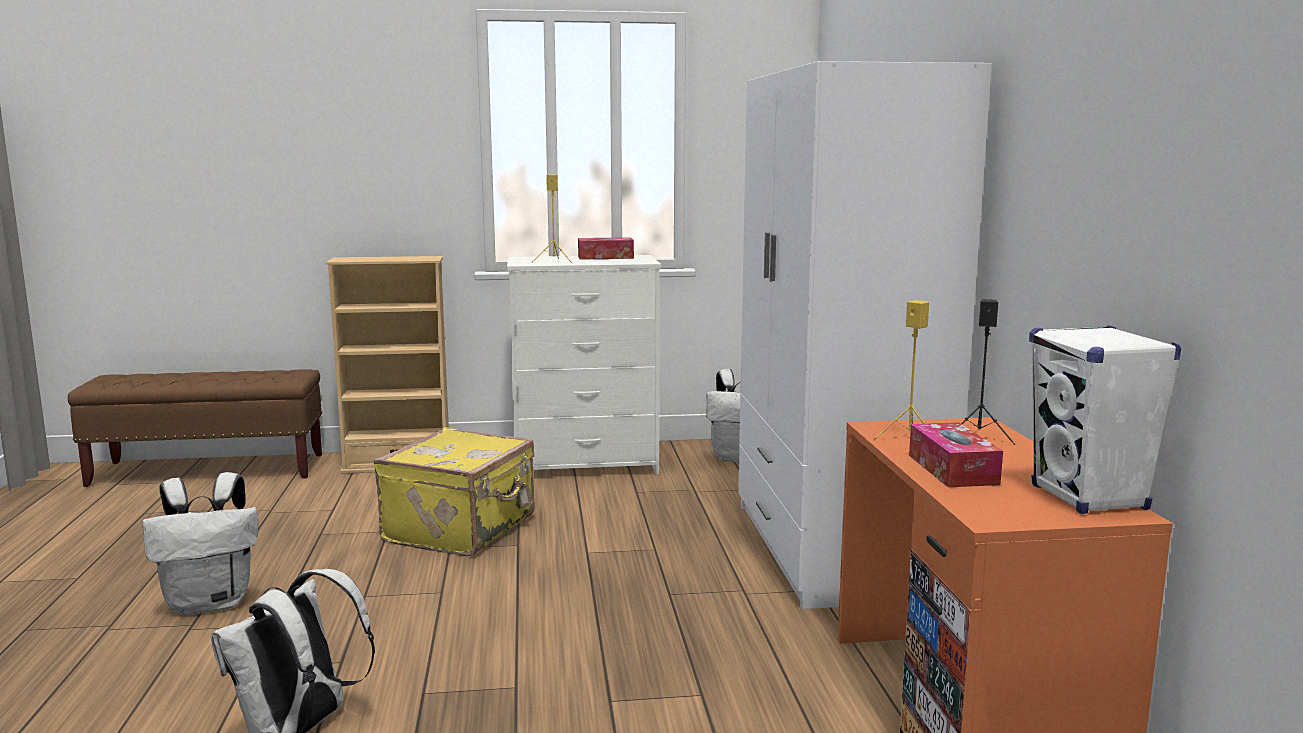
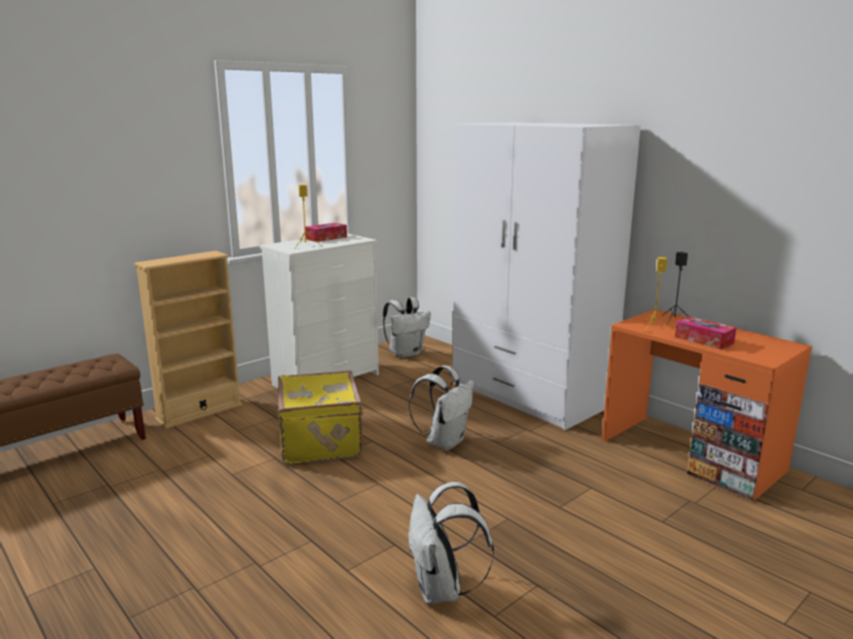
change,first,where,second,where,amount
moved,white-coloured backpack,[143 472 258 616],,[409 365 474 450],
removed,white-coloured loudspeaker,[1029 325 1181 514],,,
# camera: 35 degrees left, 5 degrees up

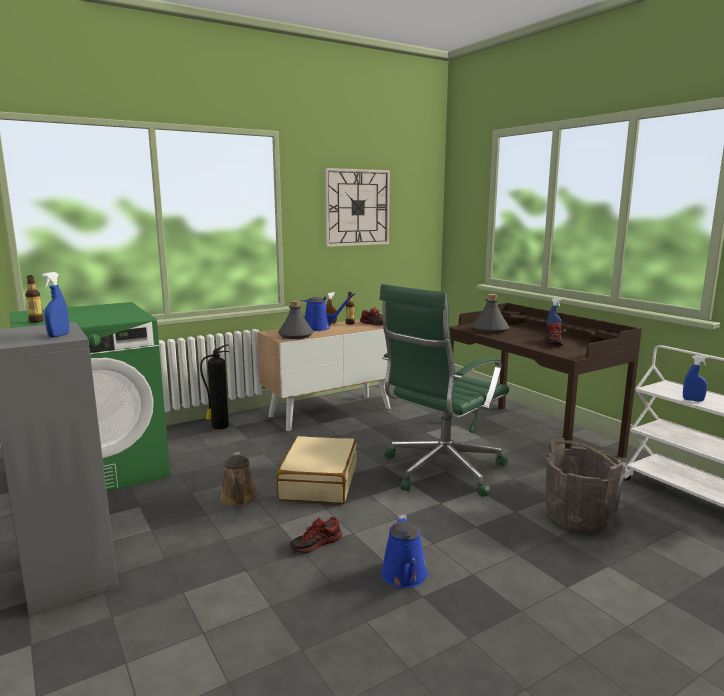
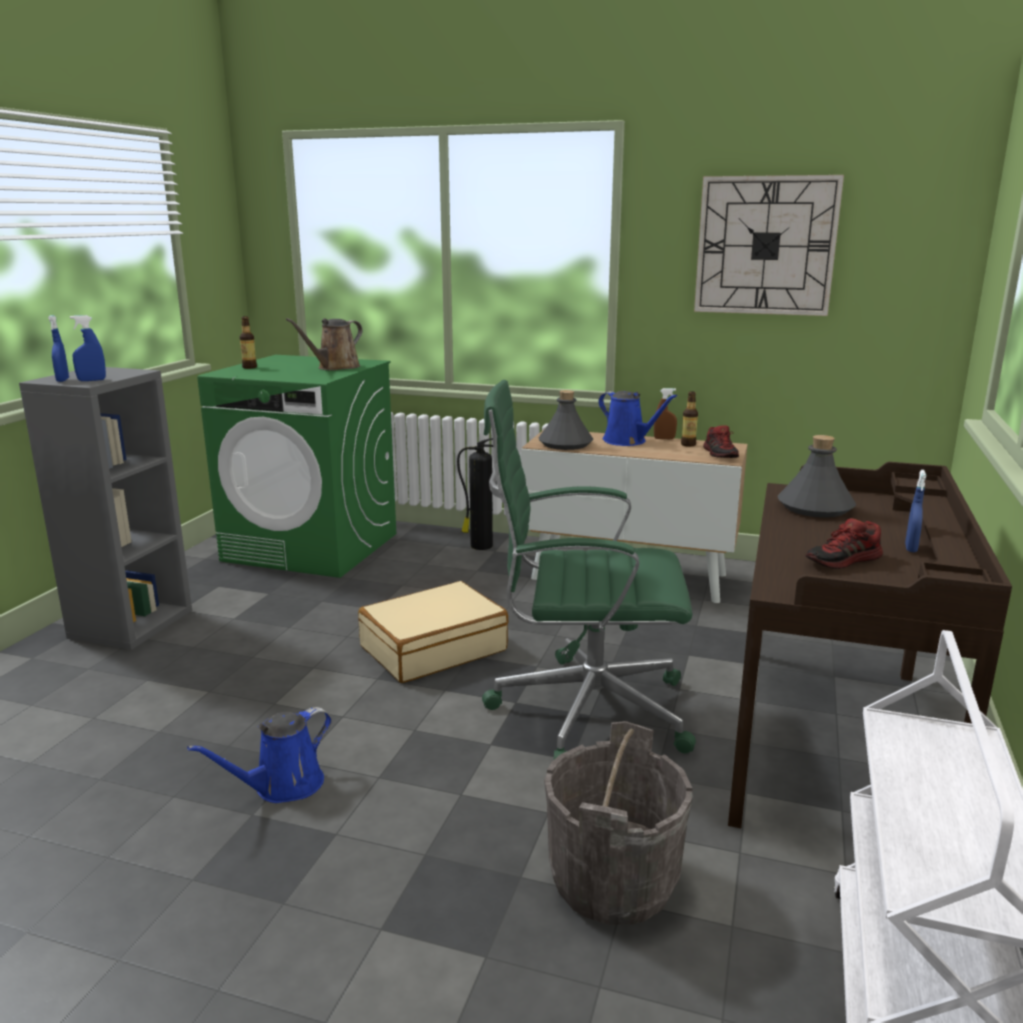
change,first,where,second,where,amount
moved,brown watering pot,[220 452 258 506],,[286 318 363 370],
removed,shoe,[290 517 342 553],,,
moved,blue-coloured sprayer,[683 355 709 401],,[48 315 69 382],
# camera: 50 degrees right, 5 degrees up

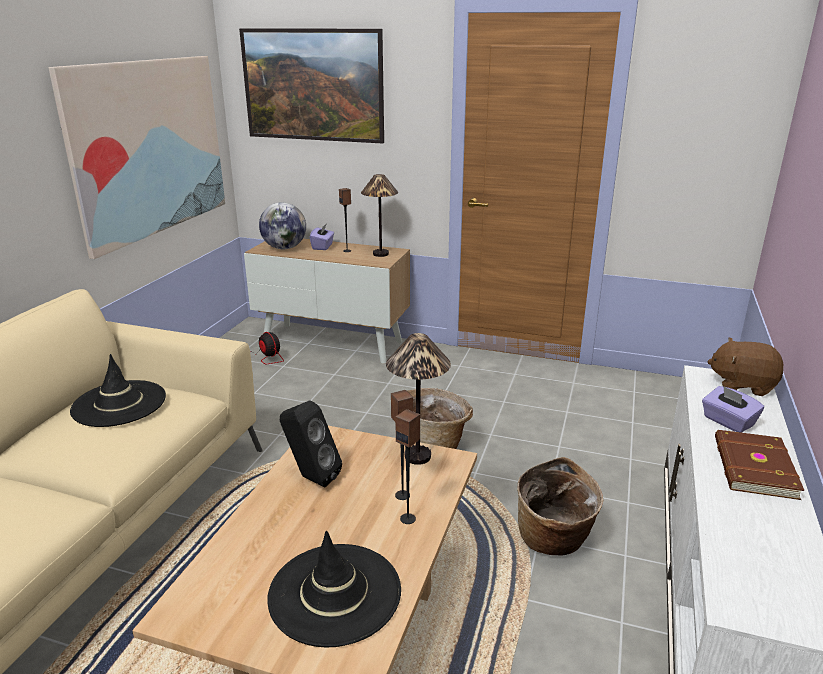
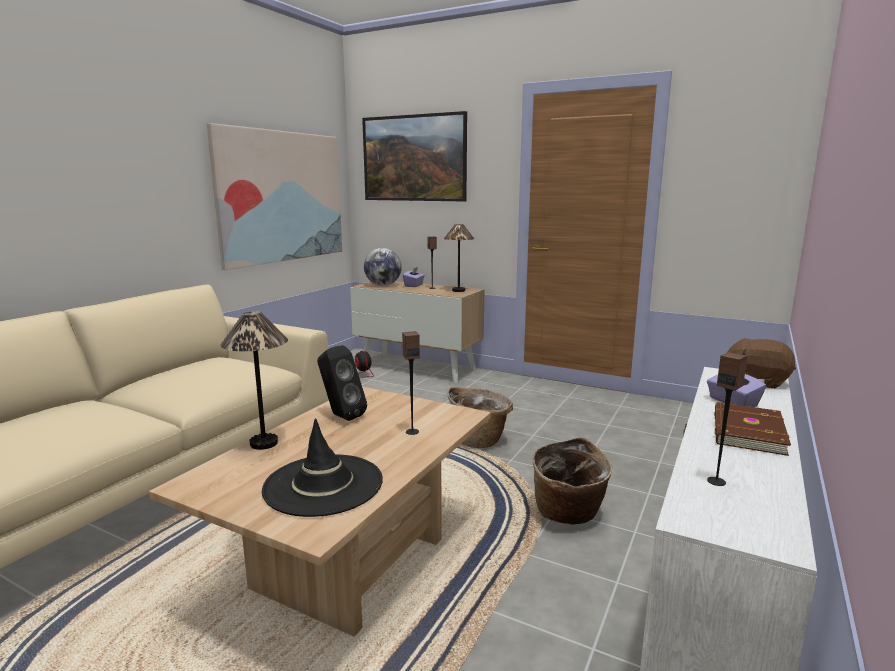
change,first,where,second,where,amount
removed,blackish wearable hat,[70 354 166 427],,,
moved,table lamp,[386 333 451 465],,[220 311 288 450],
moved,loudspeaker,[395 409 420 524],,[707 352 747 486],
# camera: 10 degrees right, 10 degrees down

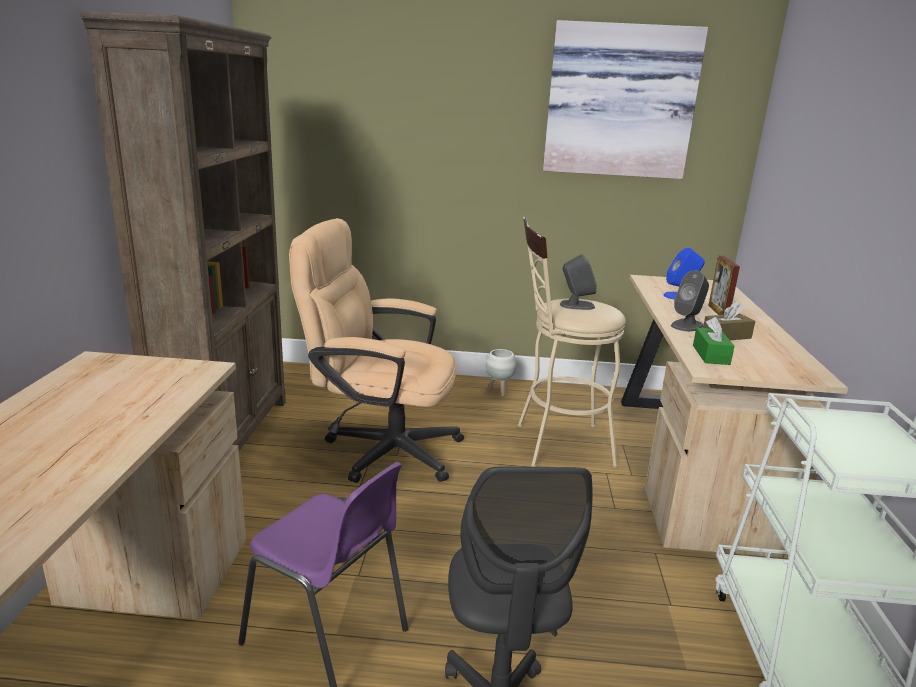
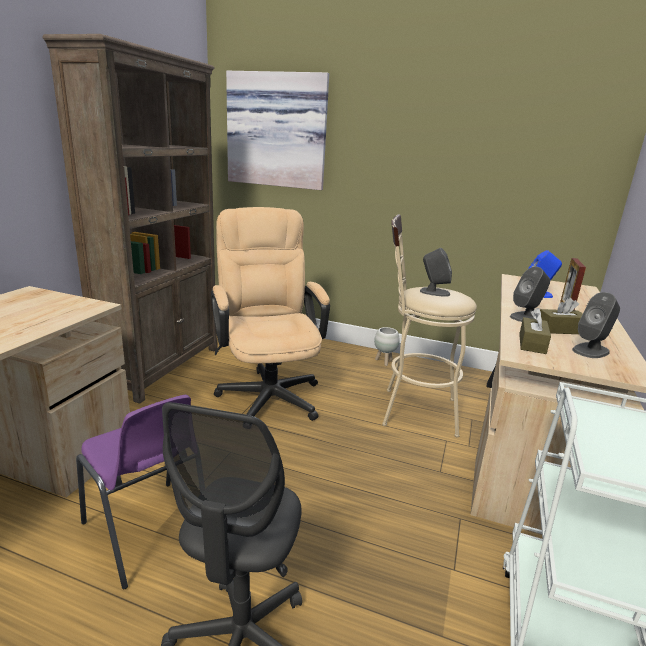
change,first,where,second,where,amount
turned,beige-coloured computer chair,[289 218 464 483],,[211 207 330 421],45 degrees clockwise
moved,wall art,[543 20 708 179],,[226 71 329 190],
recoloured,green tissue holder,[693 317 734 365],brown tissue holder,[519 308 551 354],
added,,,grey loudspeaker,[572 292 620 358],
# camera: 15 degrees right, 0 degrees up

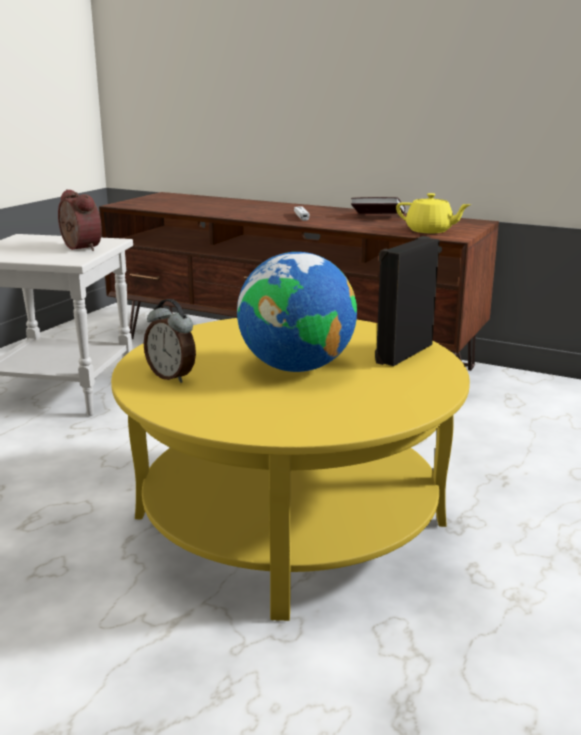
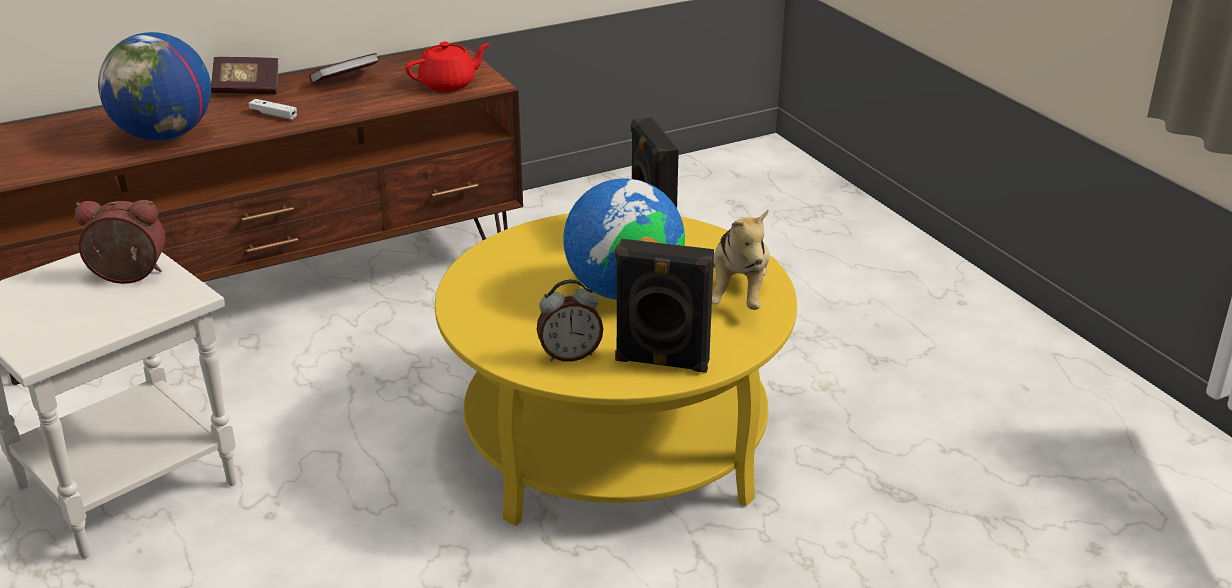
change,first,where,second,where,amount
recoloured,yellow-coloured tea pot,[396 193 471 233],reddish tea pot,[405 42 490 92],
added,,,desk globe,[98 32 211 141],
added,,,volume,[211 57 278 94],
added,,,blackish loudspeaker,[615 239 714 373],
added,,,soft toy,[712 209 770 310],
# camera: 55 degrees left, 10 degrees up

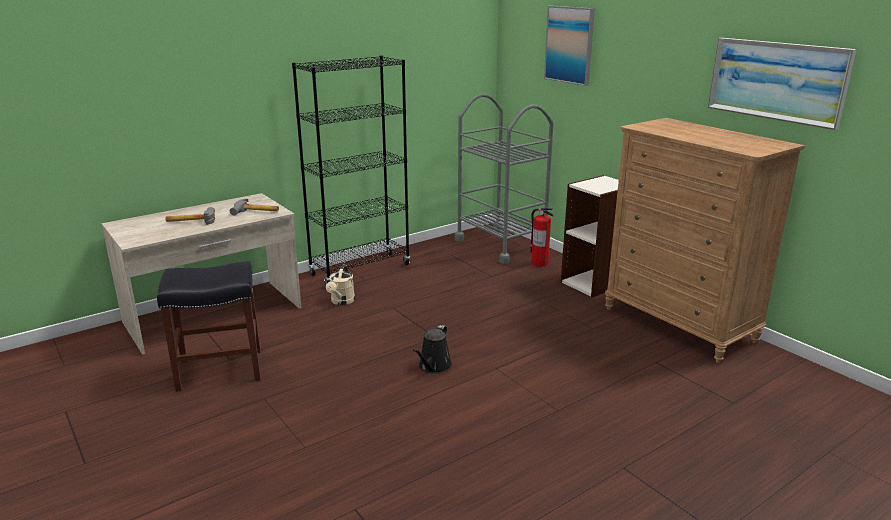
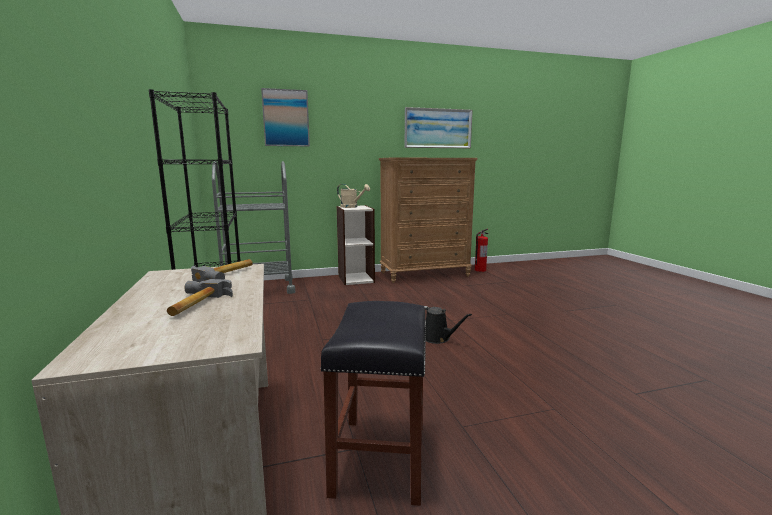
change,first,where,second,where,amount
moved,beige-coloured watering pot,[326 265 355 305],,[337 184 370 208],
moved,extinguisher,[531 208 553 267],,[475 229 488 272],
# camera: 70 degrees left, 10 degrees down

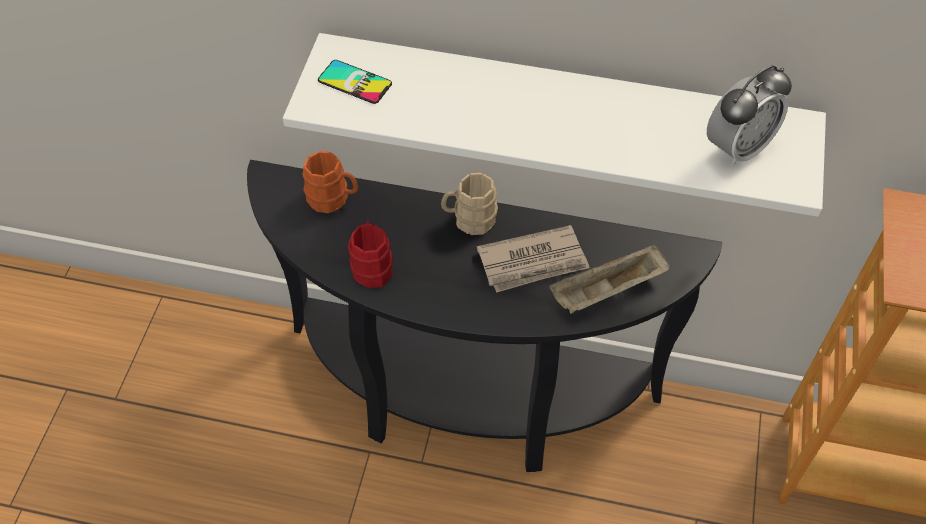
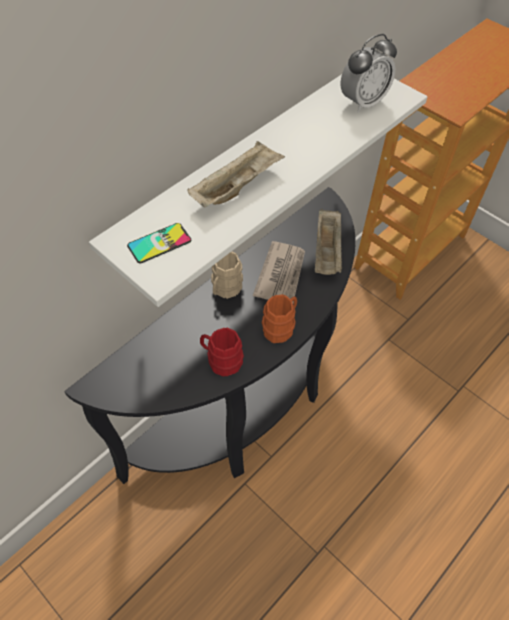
change,first,where,second,where,amount
moved,orangey coffee mug,[302 151 358 213],,[262 294 297 343],
turned,alarm clock,[707 65 792 167],,[341 34 397 113],60 degrees clockwise
added,,,beige-coloured serving tray,[188 141 285 208],
# camera: 60 degrees left, 0 degrees up

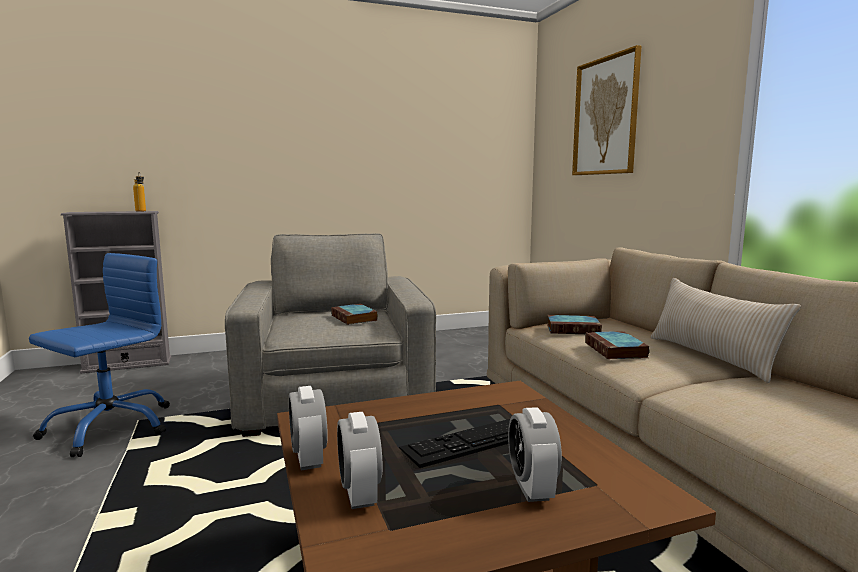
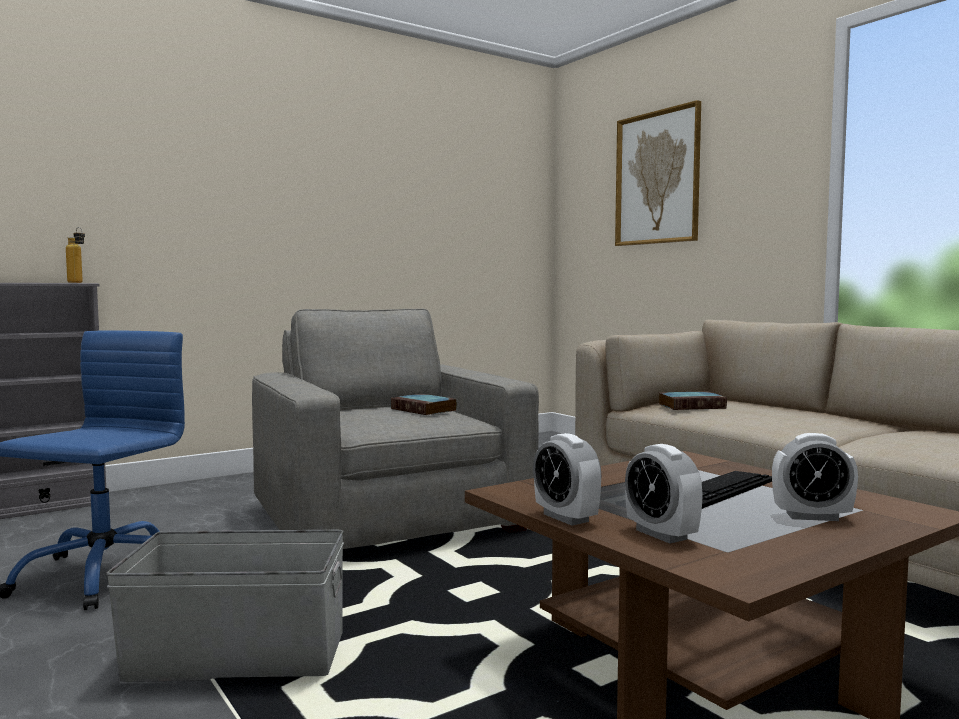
change,first,where,second,where,amount
turned,alarm clock,[508 407 562 502],,[772 433 858 521],60 degrees counterclockwise
removed,volume,[585 331 649 359],,,
removed,beige-coloured pillow,[651 278 801 383],,,
added,,,grey storage box,[106 530 344 682],
# camera: 15 degrees left, 5 degrees down

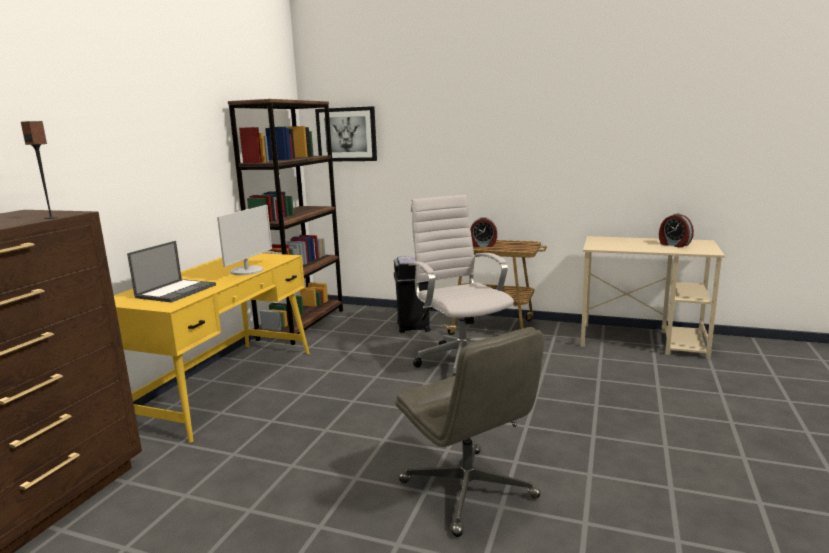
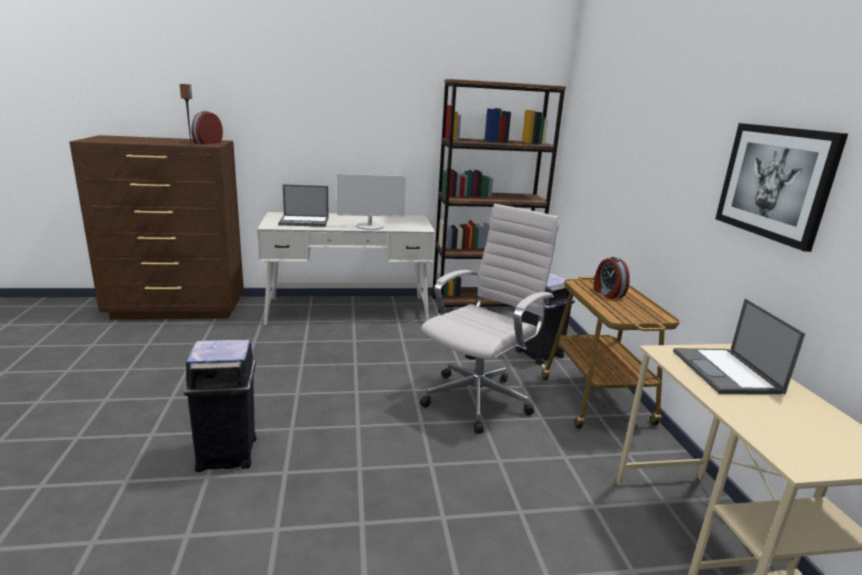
change,first,where,second,where,amount
recoloured,yellow-coloured desk table,[114 253 309 443],white-coloured desk table,[257 212 436 325],
moved,wall art,[315 106 377 161],,[715 123 848 252],
replaced,grey computer chair,[395 327 544 537],blackish trash can,[184 340 257 472],
moved,alarm clock,[659 214 694 248],,[191 111 223 144],
added,,,notebook computer,[673 299 805 394],
# camera: 60 degrees right, 5 degrees up

